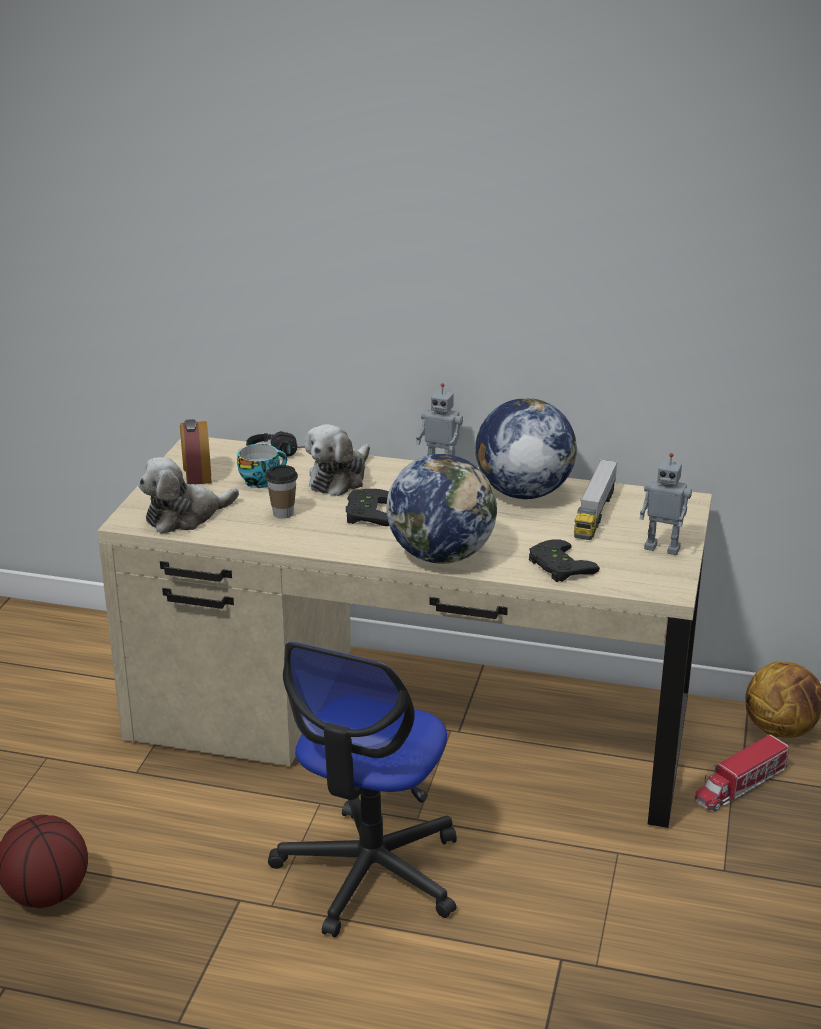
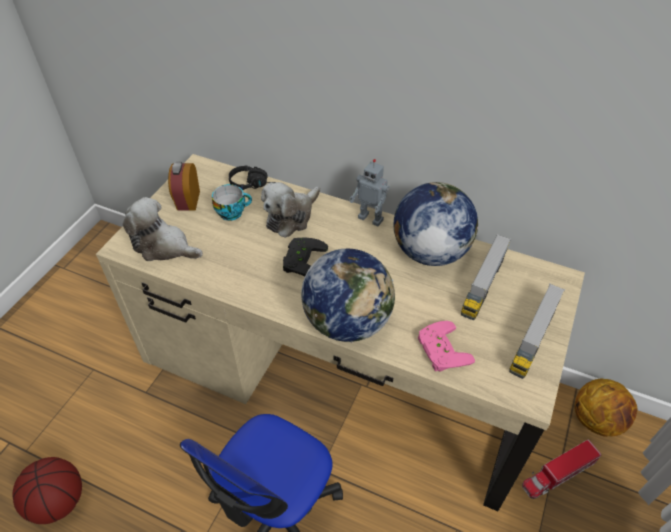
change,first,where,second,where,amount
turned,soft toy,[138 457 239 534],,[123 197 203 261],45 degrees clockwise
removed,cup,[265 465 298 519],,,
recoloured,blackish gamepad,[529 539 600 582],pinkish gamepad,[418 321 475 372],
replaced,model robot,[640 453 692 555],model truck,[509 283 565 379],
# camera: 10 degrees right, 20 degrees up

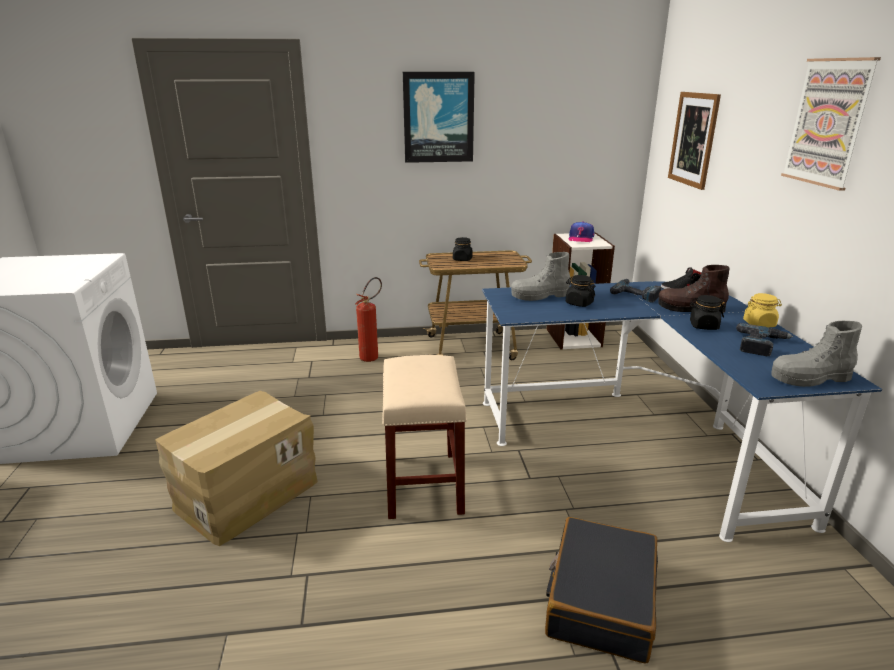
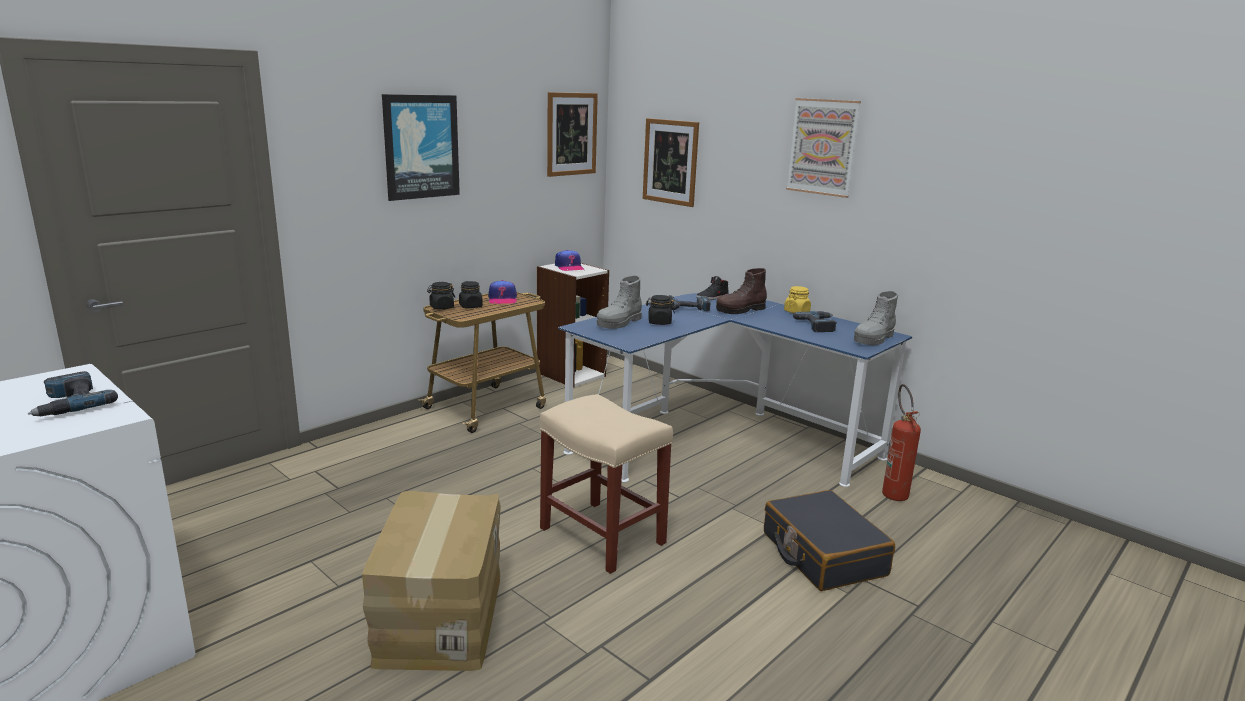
change,first,where,second,where,amount
moved,extinguisher,[355 277 382 362],,[882 384 921 501],
moved,blackish storage jar,[690 295 725 330],,[427 282 455 309],
added,,,drill,[28 371 118 416],
added,,,peaked cap,[488 280 517 304],
added,,,wall art,[547 92 598 177],
# camera: 40 degrees left, 5 degrees down

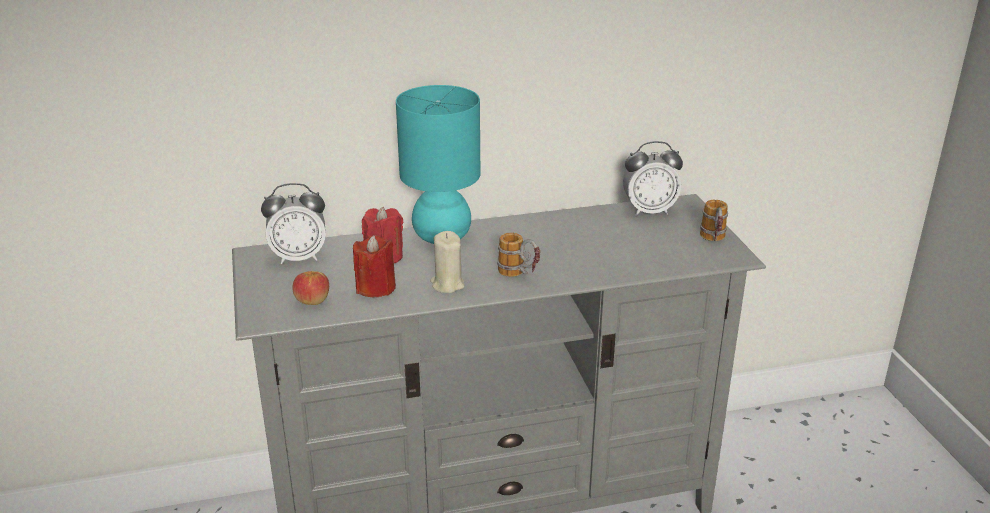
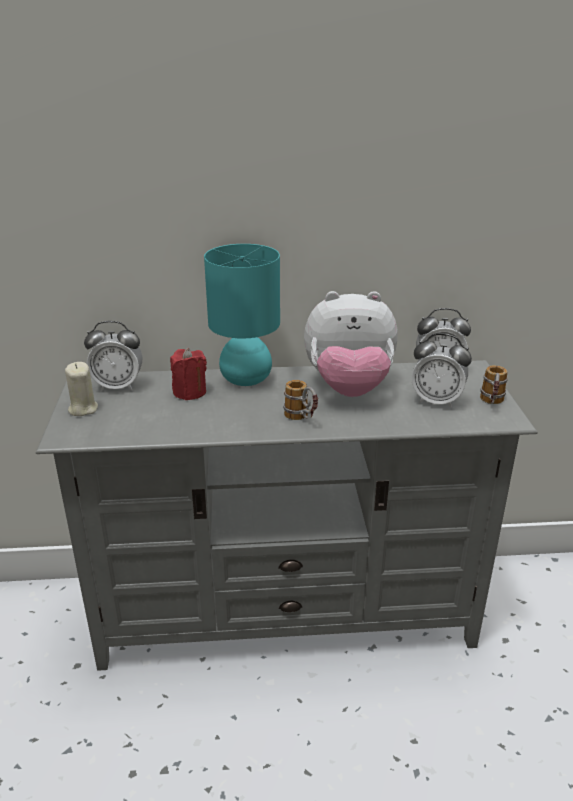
change,first,where,second,where,amount
removed,whole apple,[292 271 329 305],,,
removed,reddish candle,[353 235 396 297],,,
moved,beige-coloured candle,[430 231 465 293],,[65 362 98 416],
added,,,soft toy,[304 291 398 397],
added,,,alarm clock,[412 333 472 408],
# camera: 10 degrees right, 0 degrees up

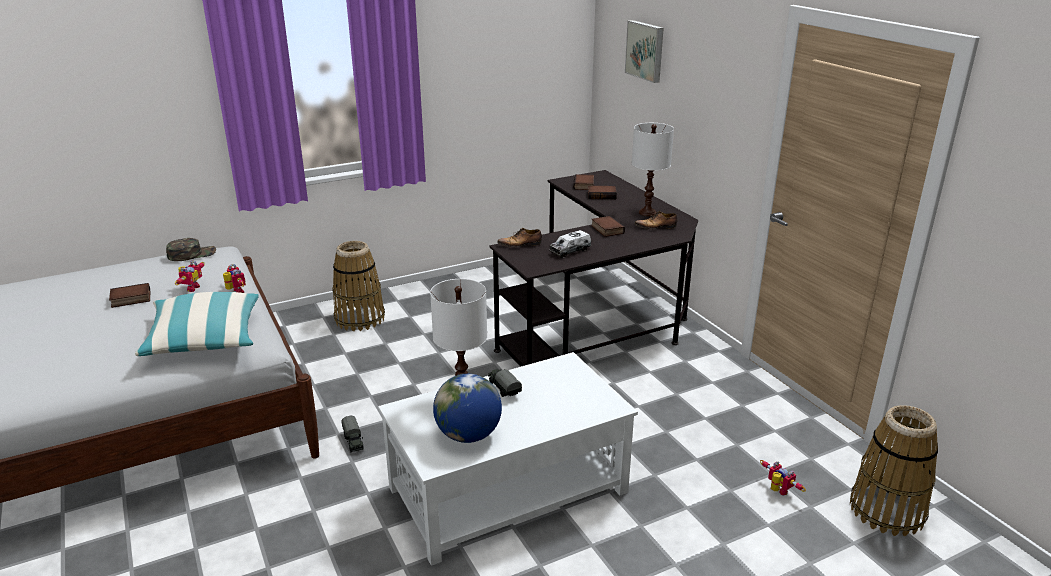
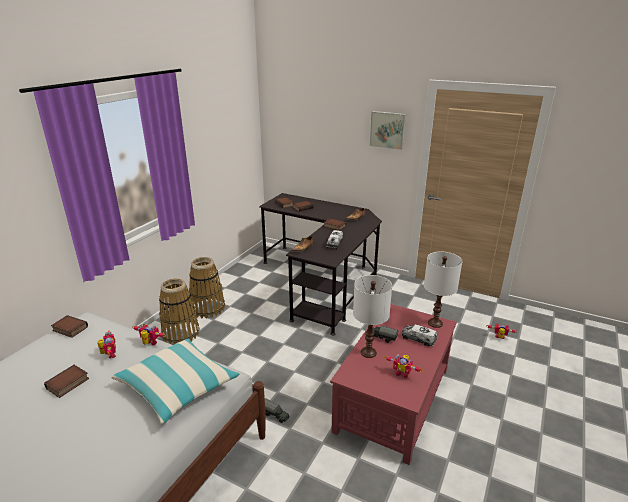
change,first,where,second,where,amount
replaced,green peaked cap,[166 238 216 261],volume,[51 315 88 338],
recoloured,white-coloured low table,[378 352 638 566],reddish low table,[330 304 457 465],
replaced,desk globe,[433 374 502 443],model robot,[384 354 423 378],
moved,wall art,[625 20 664 83],,[370 111 406 150],
moved,white-coloured table lamp,[632 123 674 216],,[424 251 462 328],
moved,household basket,[850 405 938 536],,[189 257 225 319],
added,,,model truck,[402 324 437 347],
# camera: 35 degrees left, 0 degrees up

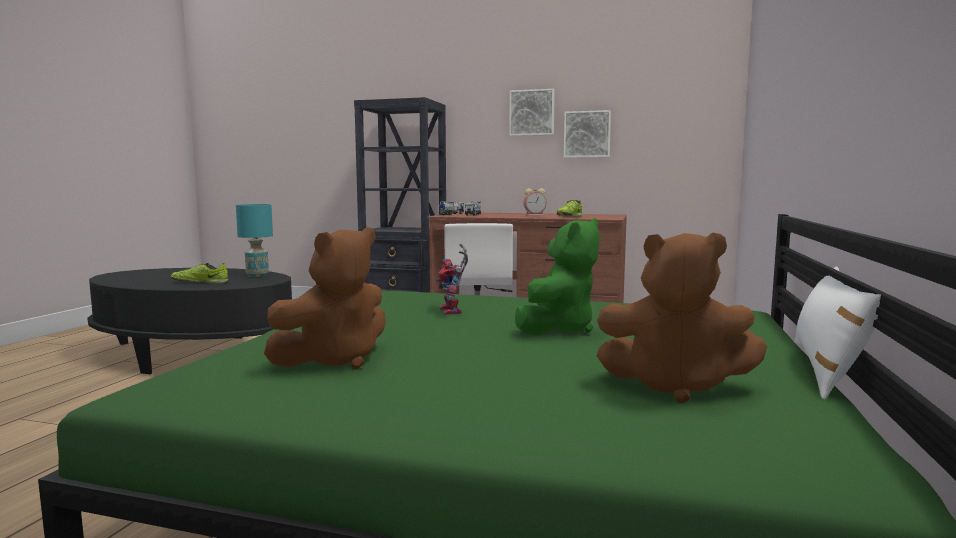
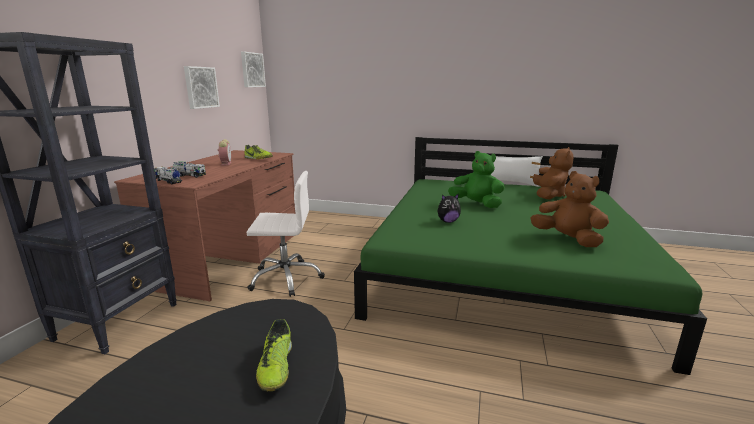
change,first,where,second,where,amount
removed,turquoise table lamp,[236 204 273 277],,,
replaced,model robot,[435 244 468 315],soft toy,[437 194 461 223],
moved,wall art,[509 89 555 136],,[241 52 266 87],
# camera: 90 degrees left, 10 degrees up

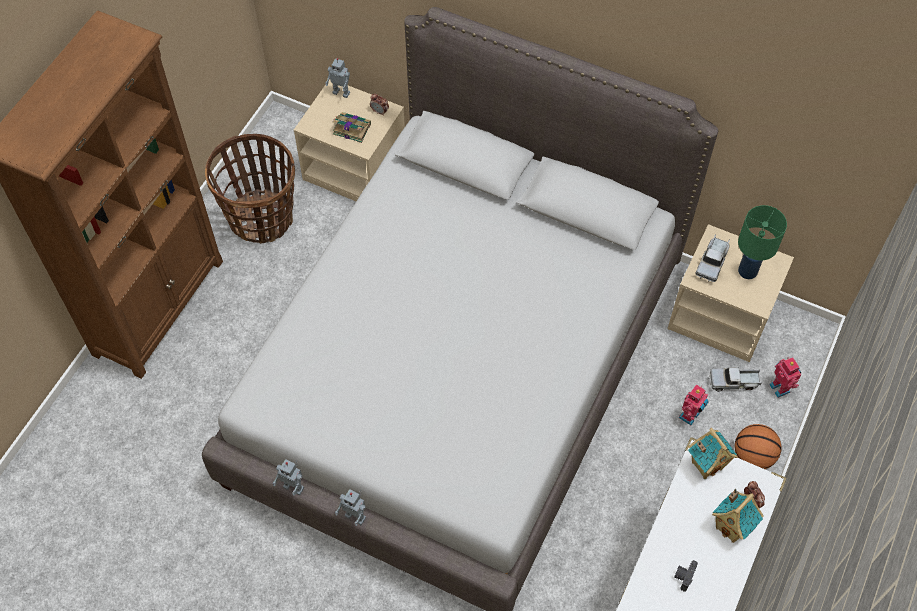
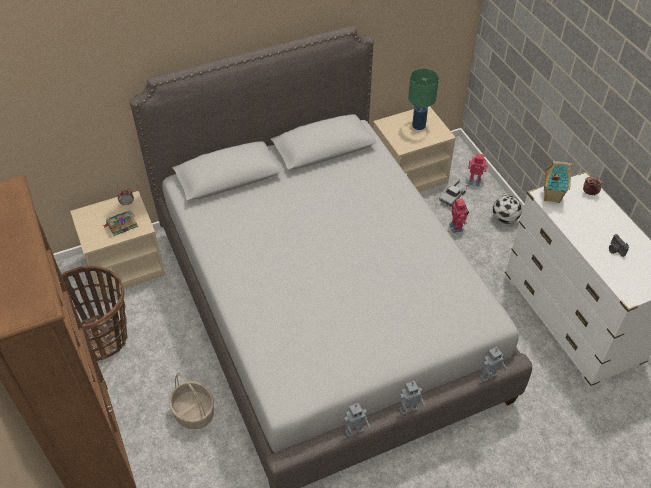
change,first,where,second,where,amount
moved,model robot,[325 58 350 98],,[480 347 508 383],
removed,model truck,[696 234 730 282],,,
removed,model house,[712 489 764 543],,,
replaced,basketball,[734 424 782 469],ball for football,[493 195 522 224],
added,,,household basket,[169 373 214 429],
# camera: 50 degrees left, 10 degrees down

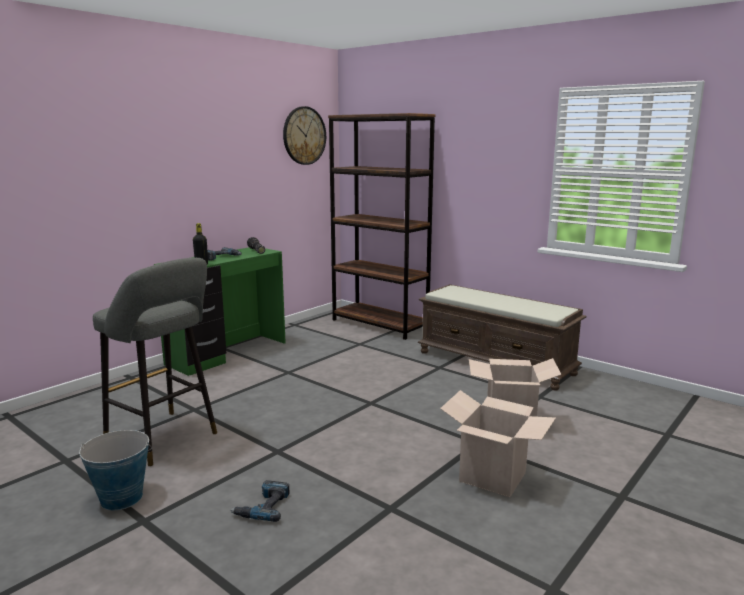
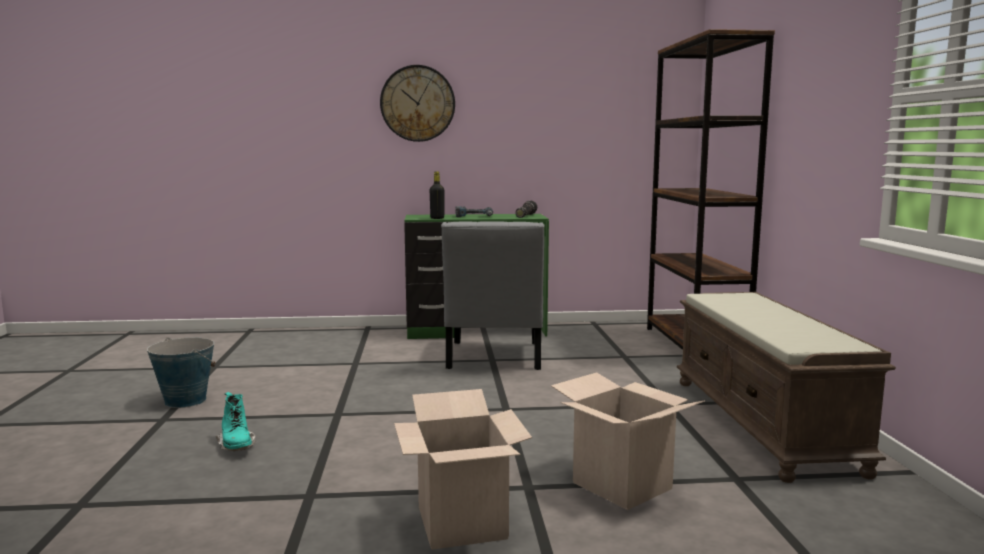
change,first,where,second,where,amount
removed,grey stool,[93 258 217 466],,,
replaced,drill,[230 480 289 522],turquoise boot,[216 392 255 451],
moved,clock on the wall,[283 106 326 165],,[380 65 455 142],
added,,,grey chair,[441 221 544 370],
# camera: 45 degrees right, 5 degrees down

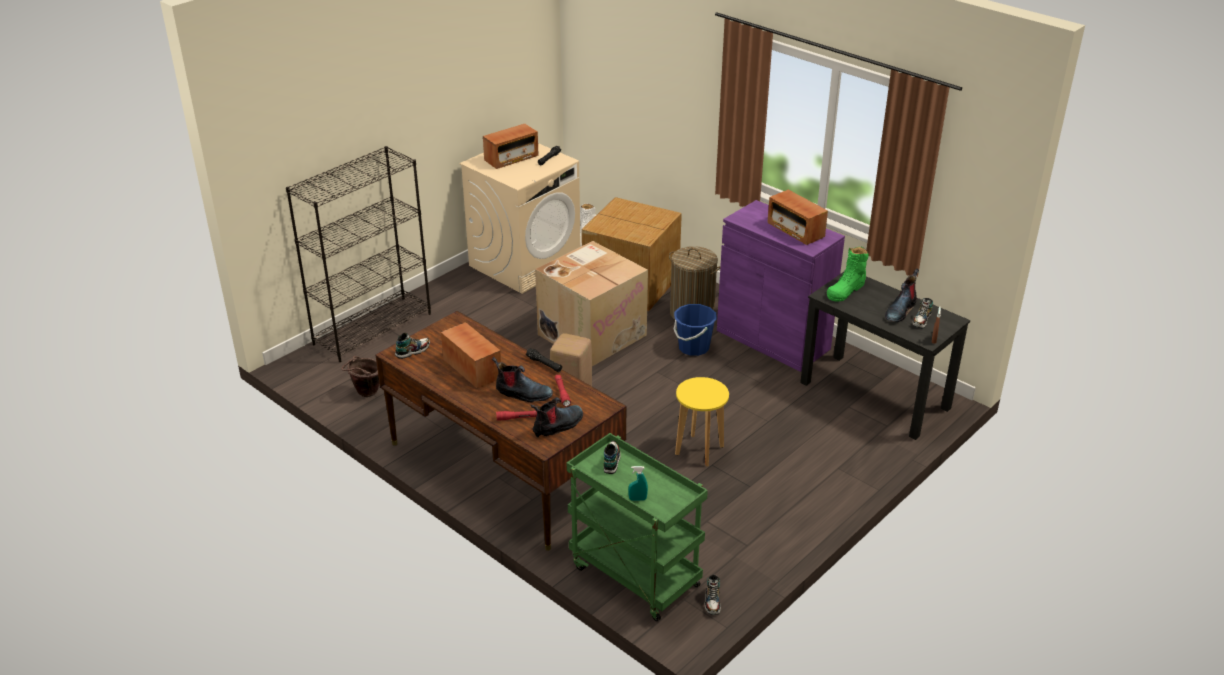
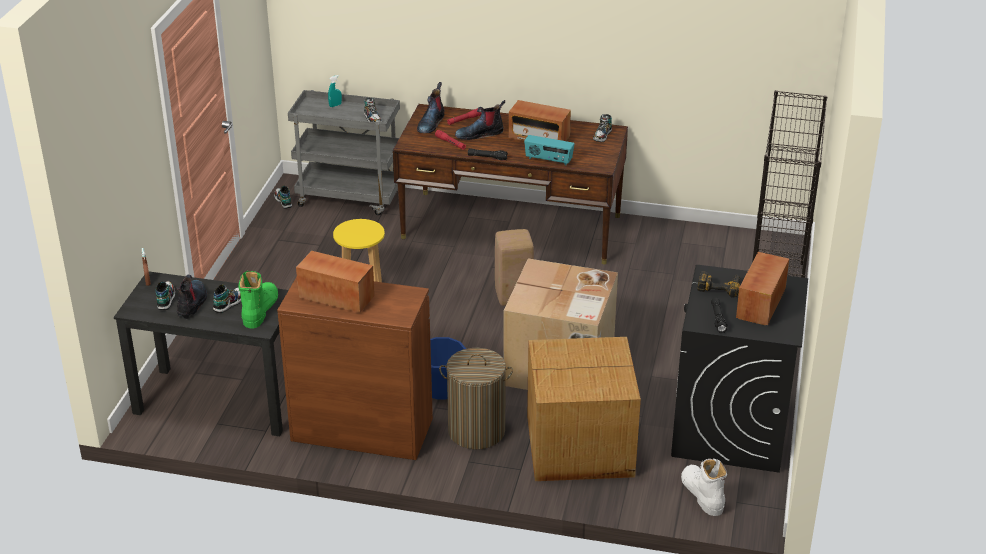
change,first,where,second,where,amount
removed,brown bucket,[342 356 379 397],,,
recoloured,beige-coloured laundry machine,[459 143 581 294],blackish laundry machine,[671 265 808 473],
recoloured,green wheeled cart,[567 433 708 622],grey wheeled cart,[288 90 400 216],
recoloured,purple cupboard,[717 200 845 372],brown cupboard,[277 277 433 460],
added,,,shoe,[213 284 241 313],
added,,,radio receiver,[524 135 574 165],
added,,,drill,[697 271 740 298],
# camera: 150 degrees right, 0 degrees up

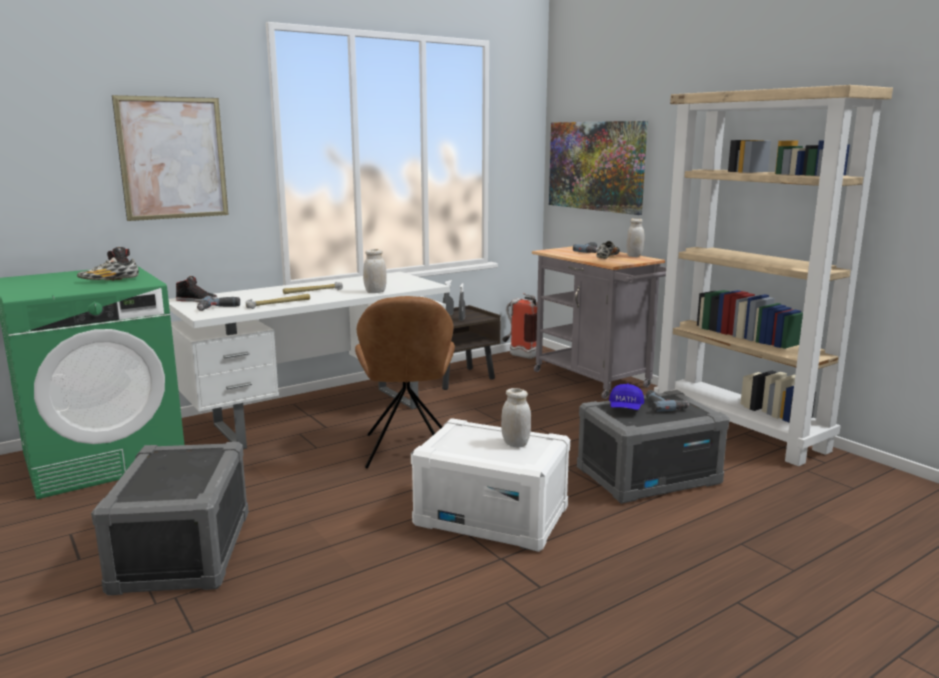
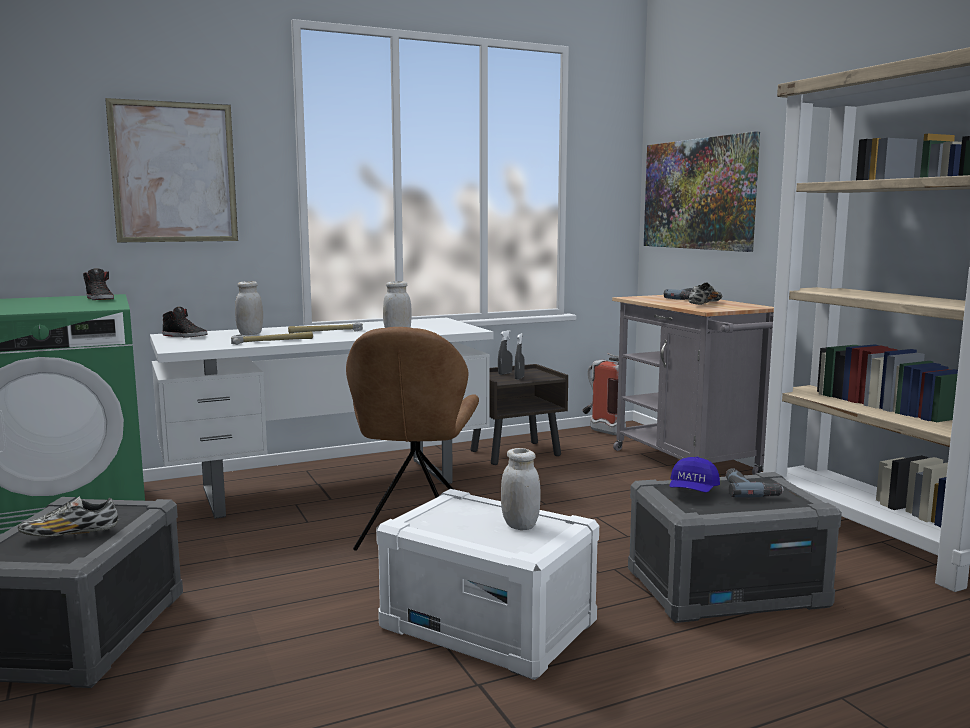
change,first,where,second,where,amount
moved,shoe,[77 257 139 281],,[18 496 118 537],
removed,drill,[197 296 240 311],,,
moved,white-coloured storage jar,[627 218 644 257],,[235 281 263 335],
# camera: 10 degrees right, 5 degrees down

